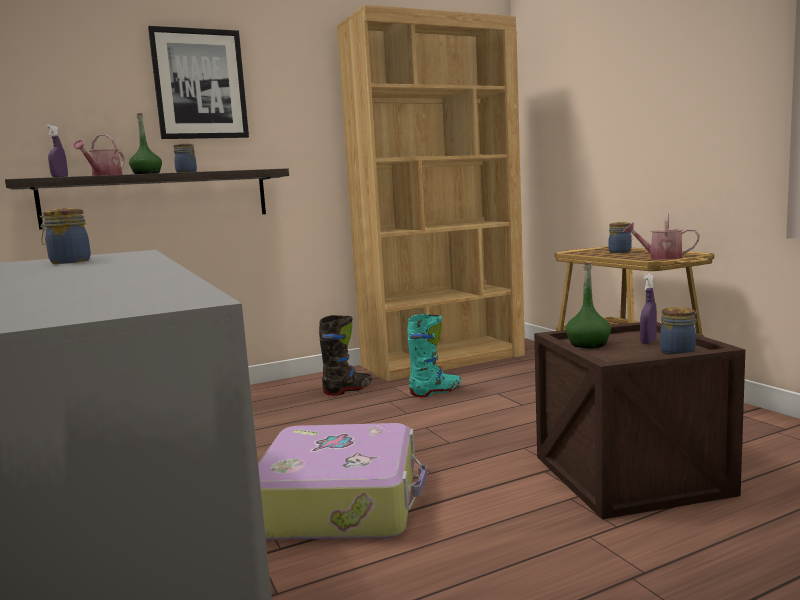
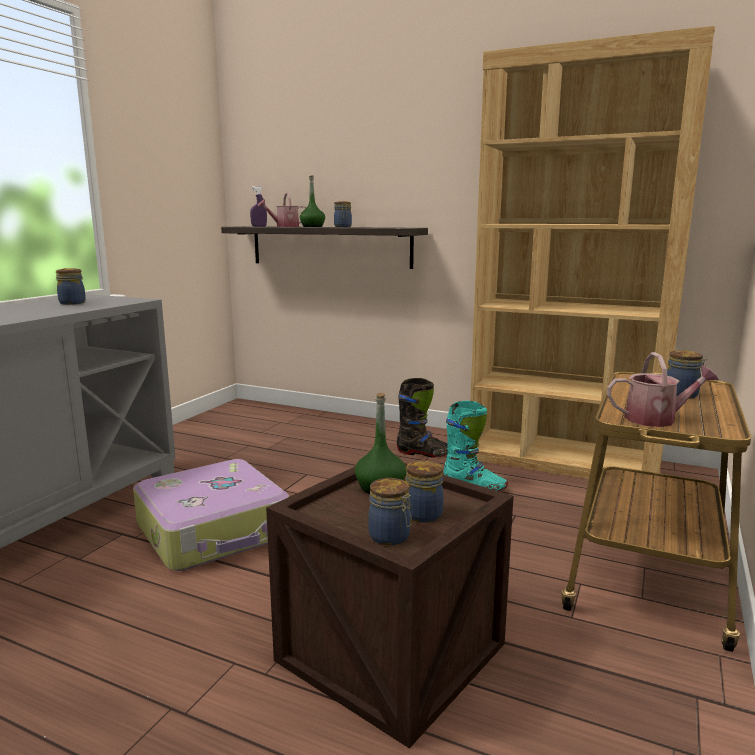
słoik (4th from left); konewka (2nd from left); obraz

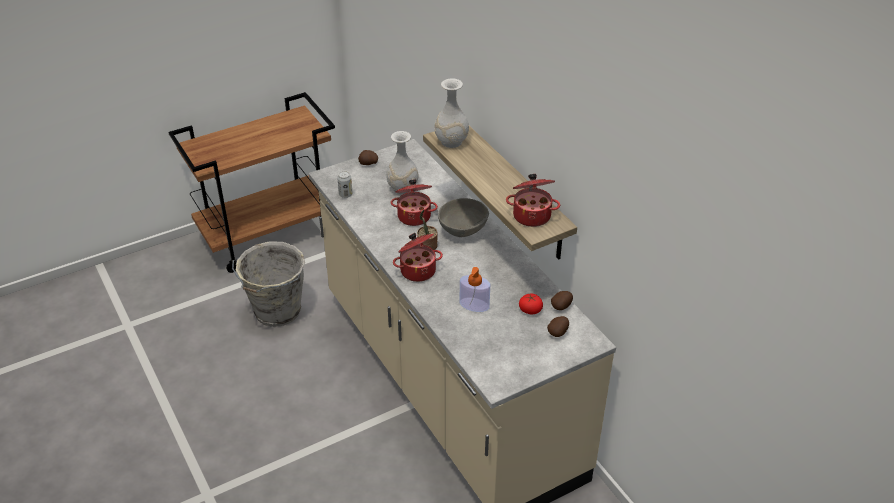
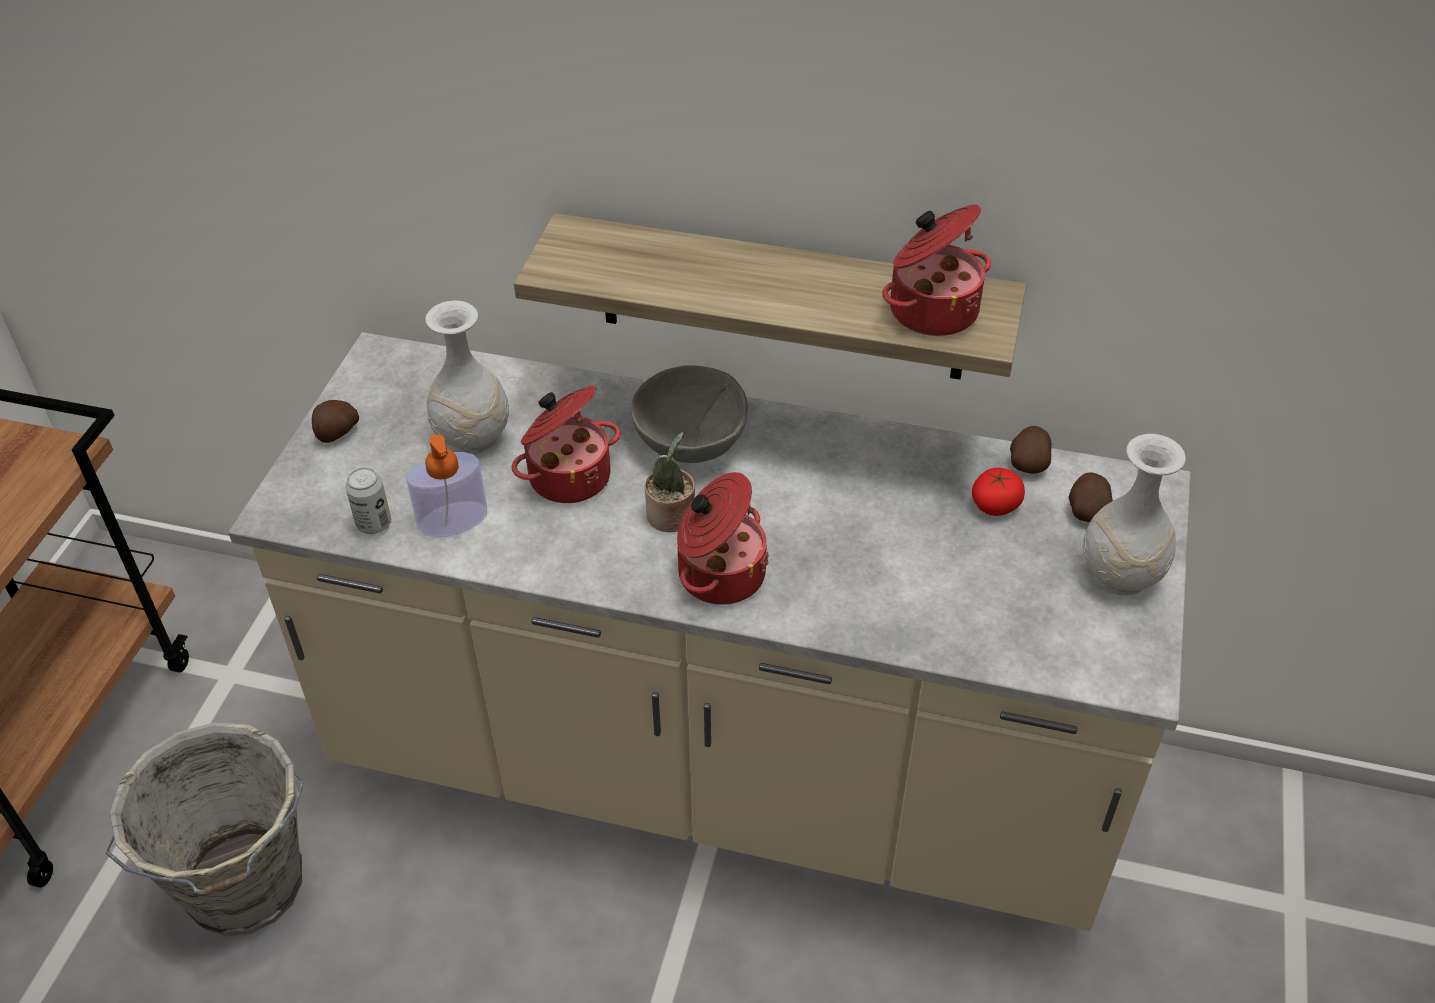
dozownik mydła; wazon (biały) (2nd from left)

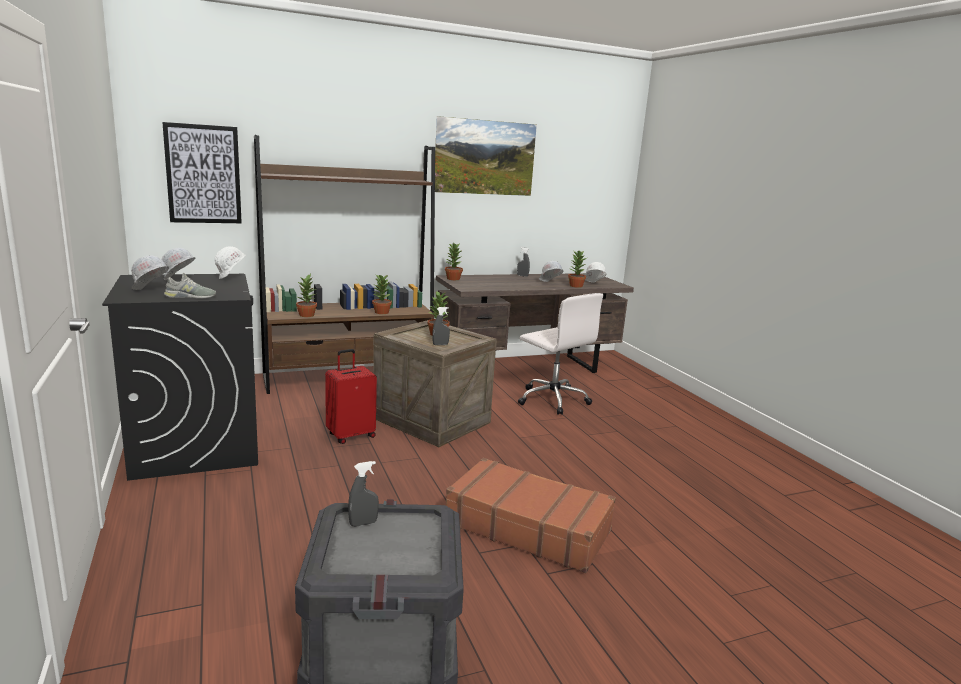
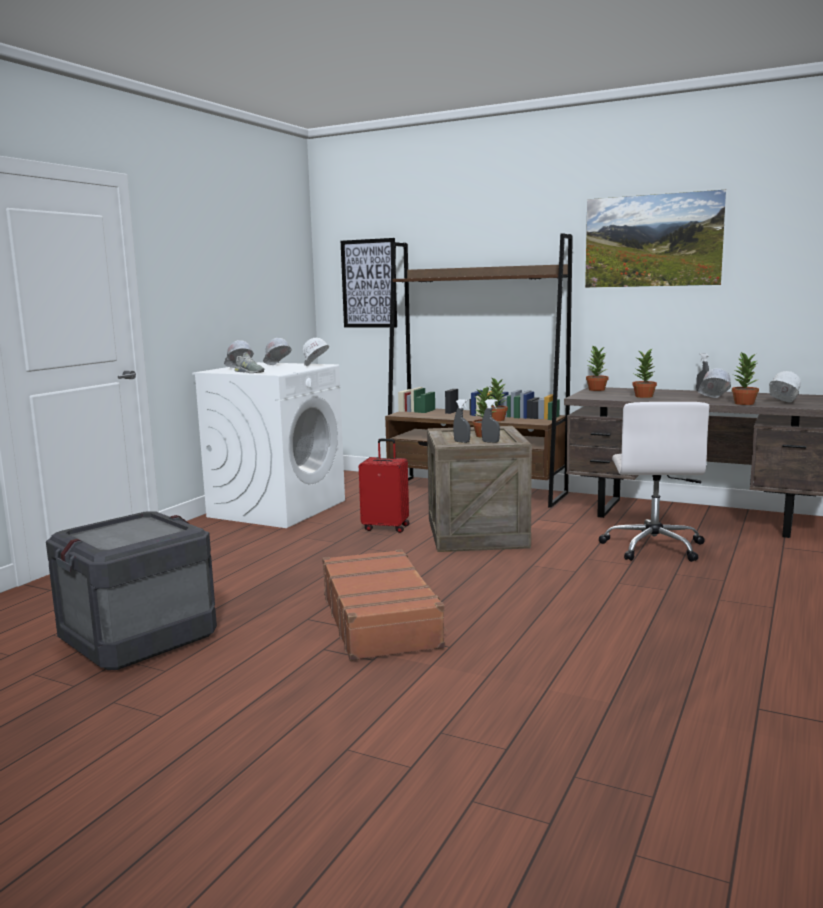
pralka (biały); spryskiwacz (szary) (2nd from left); roślina doniczkowa (4th from left)

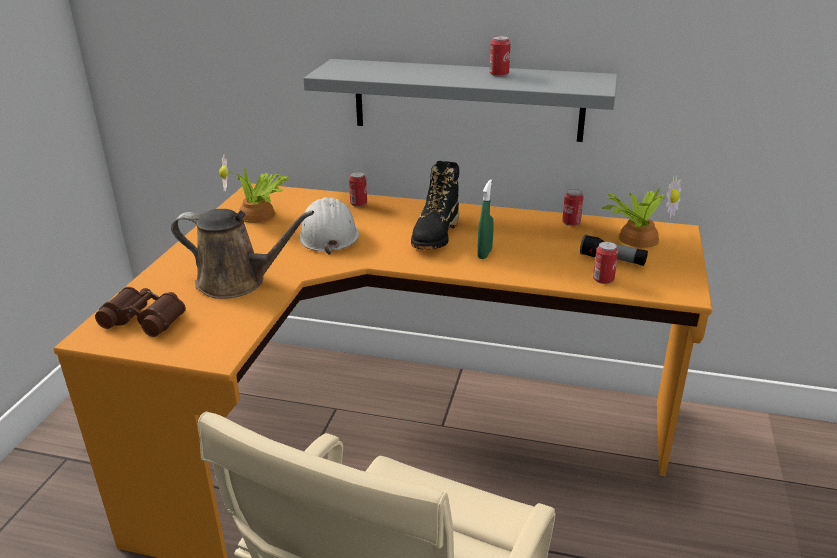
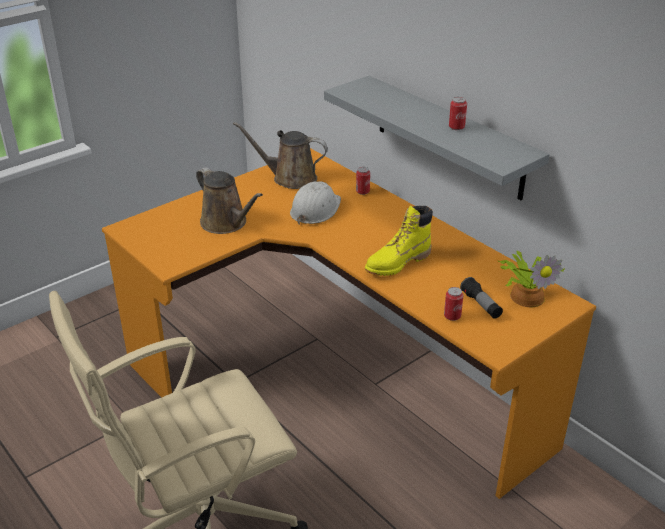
konewka (brązowy) (2nd from left); but z cholewką (żółty); lornetka (brązowy); but z cholewką (czarny); puszka (3rd from left in the first image)

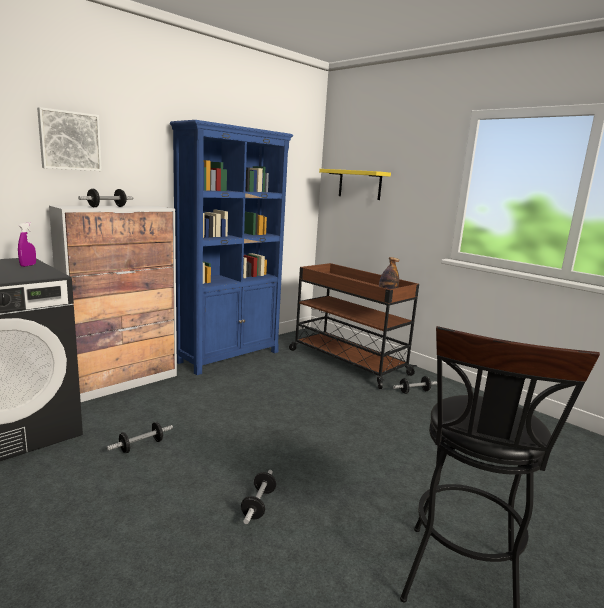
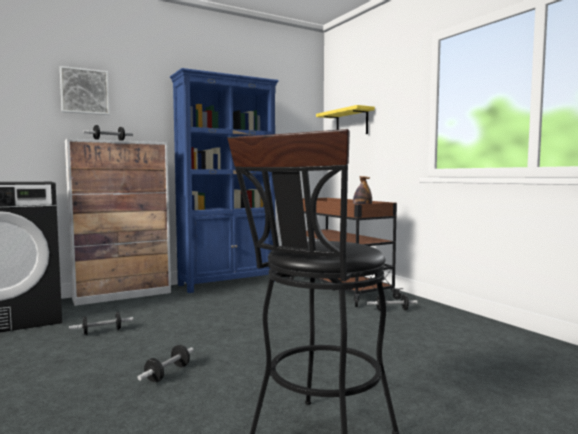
spryskiwacz (fioletowy)

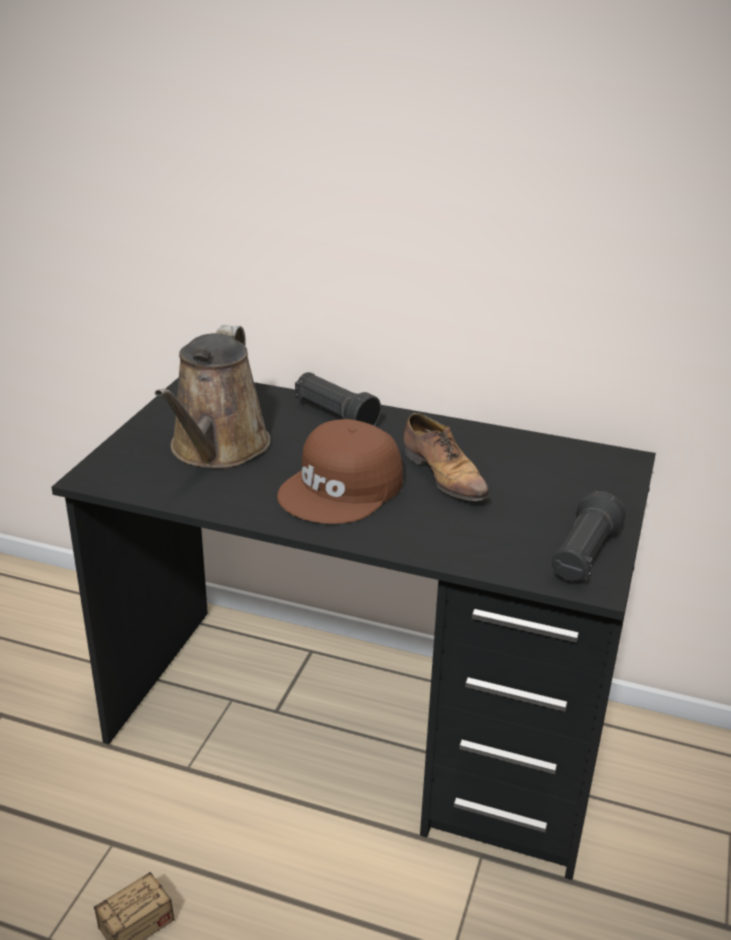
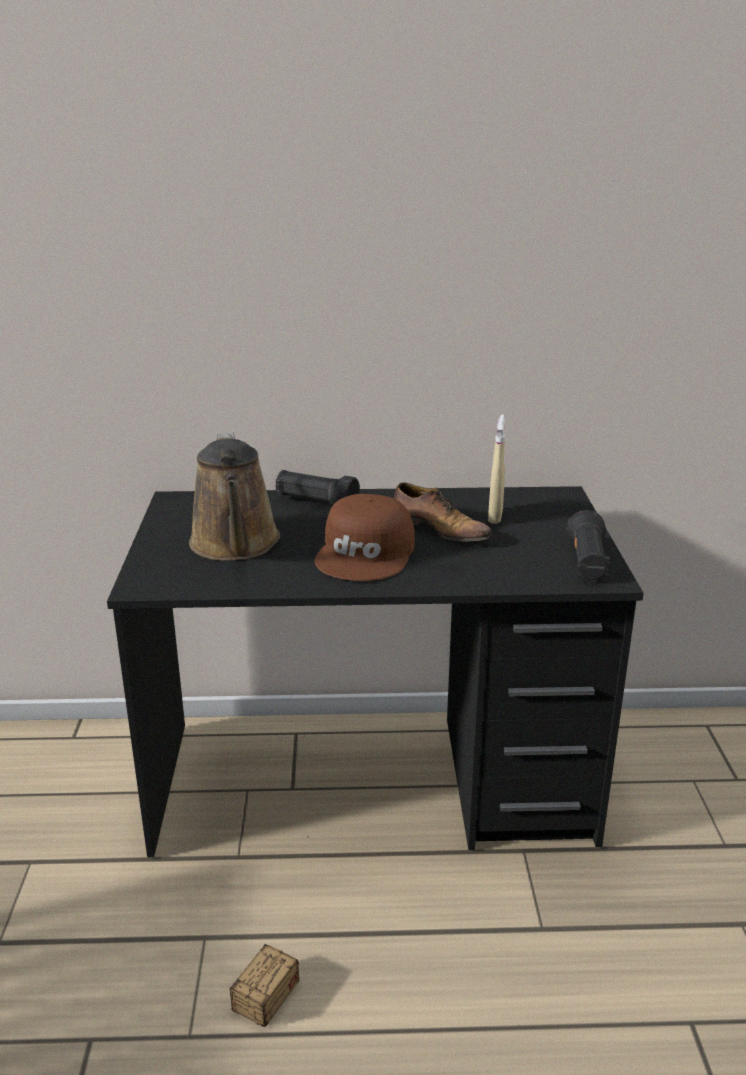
spryskiwacz (beżowy)

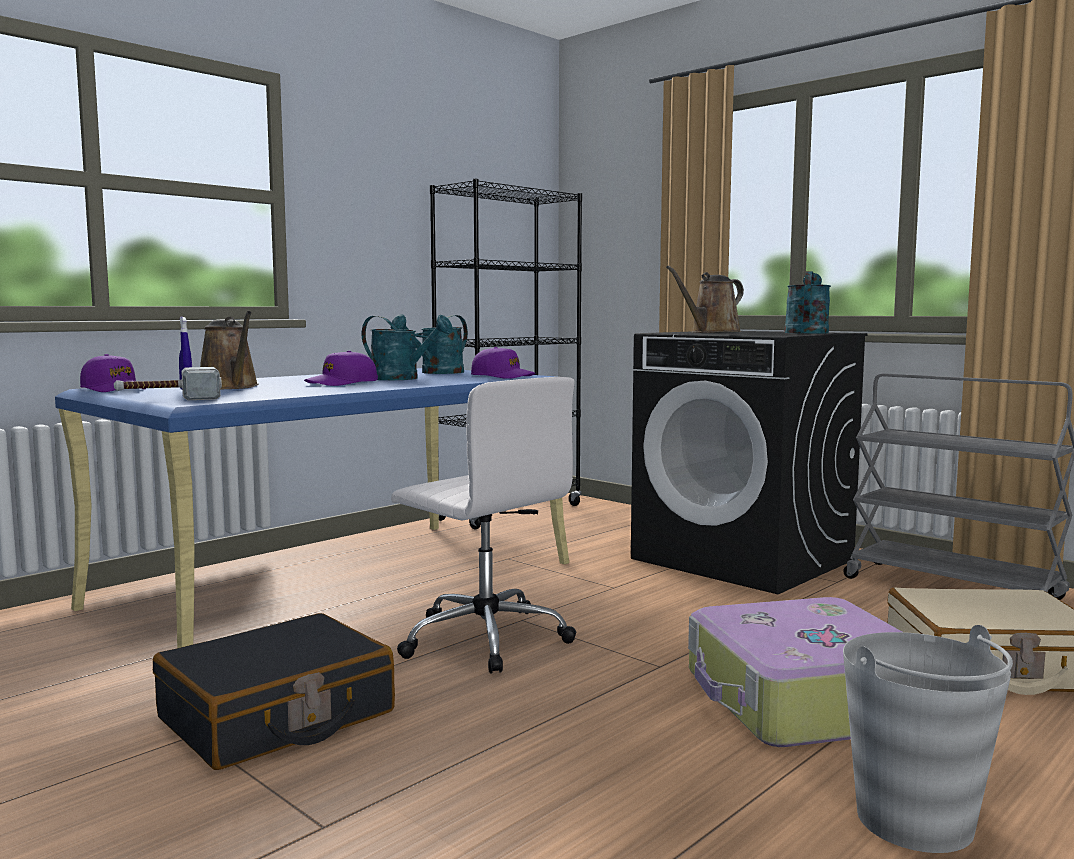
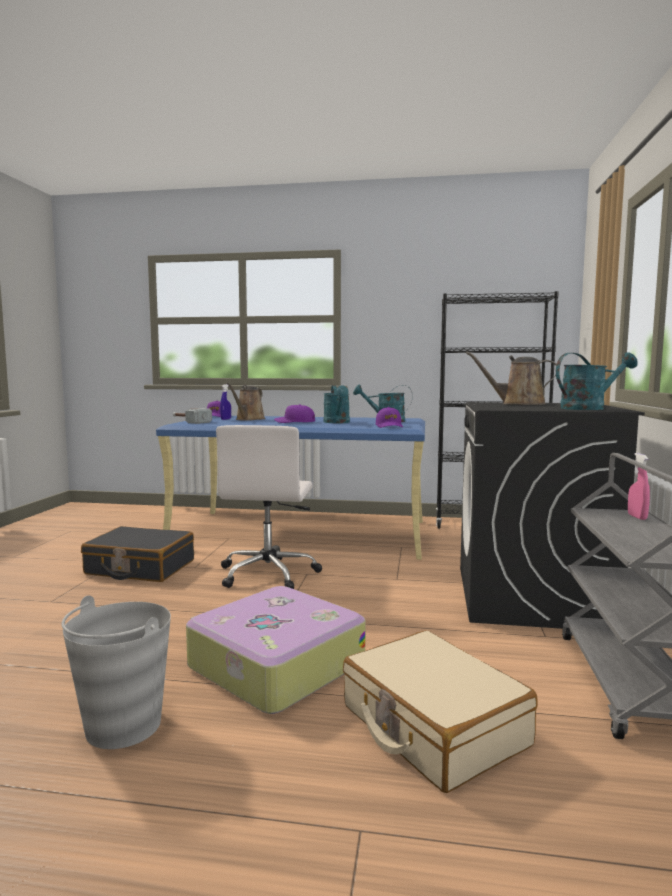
spryskiwacz (różowy)

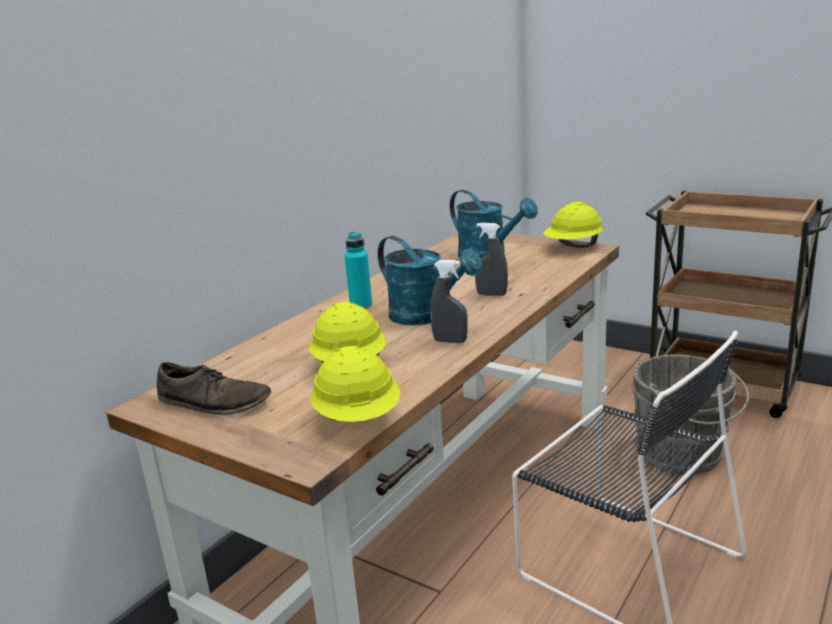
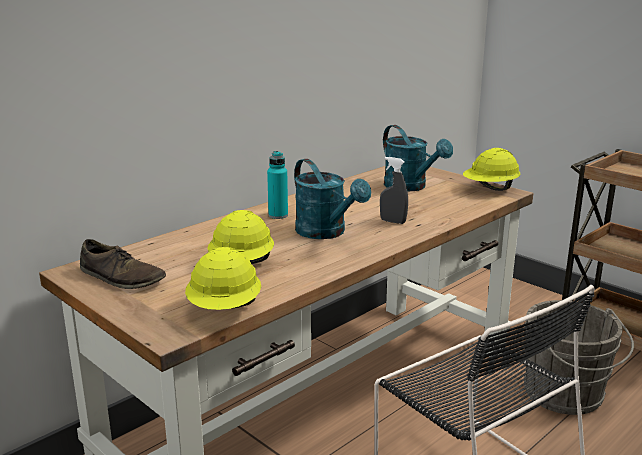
spryskiwacz (szary) (1st from left in the first image)

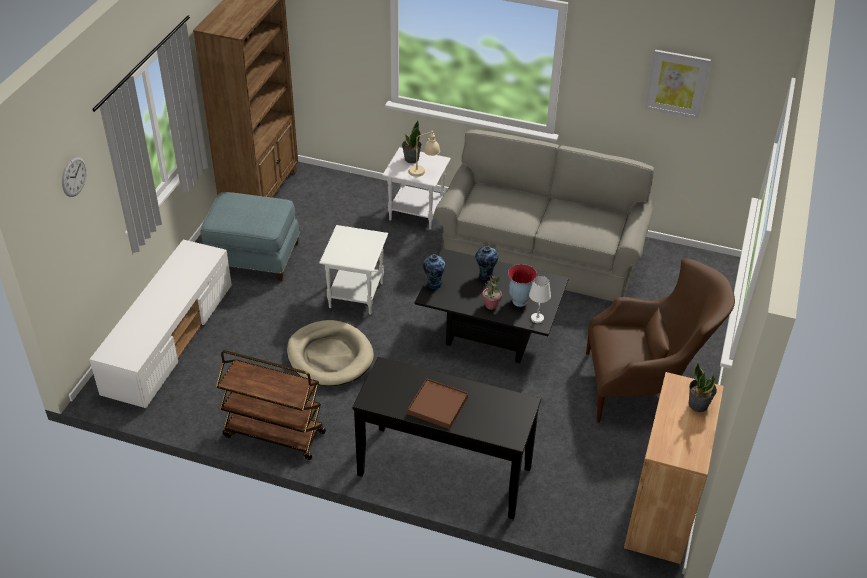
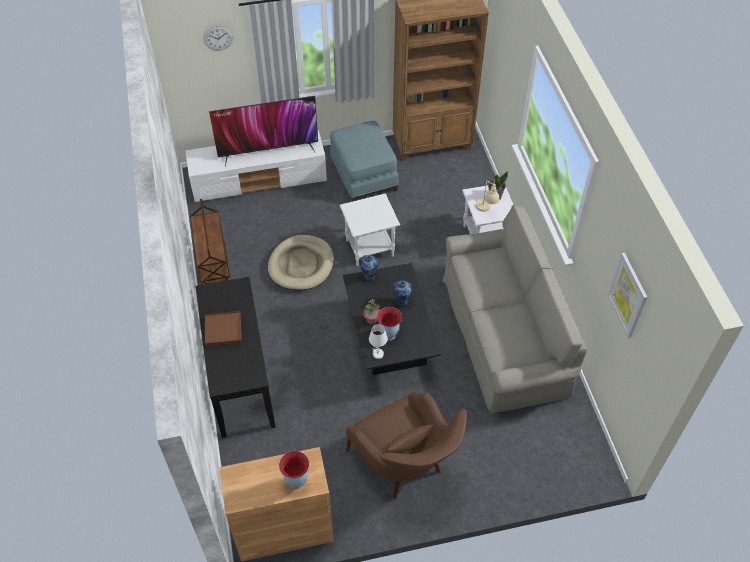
telewizor; wazon (1st from left)

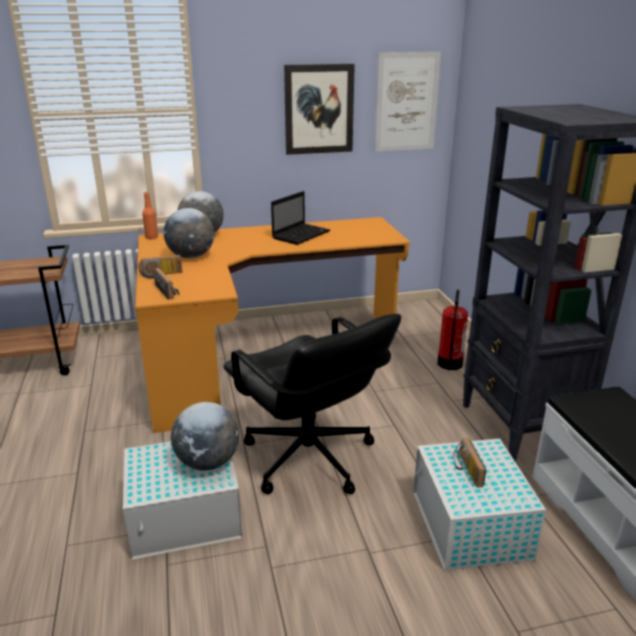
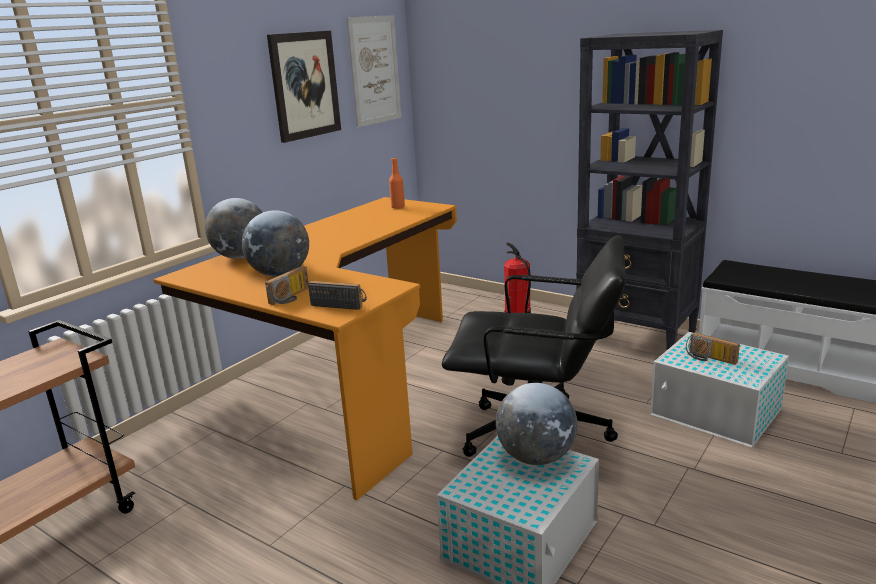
butelka (pomarańczowy); laptop

